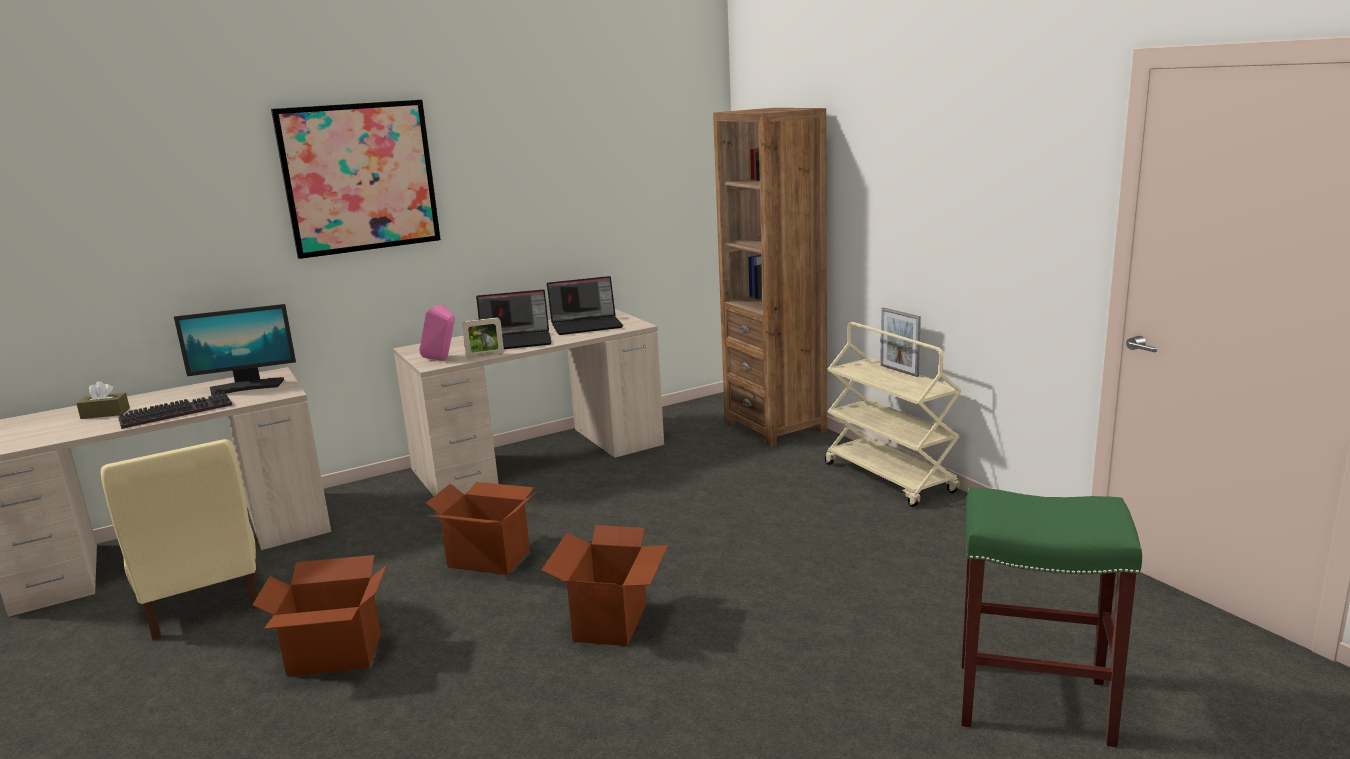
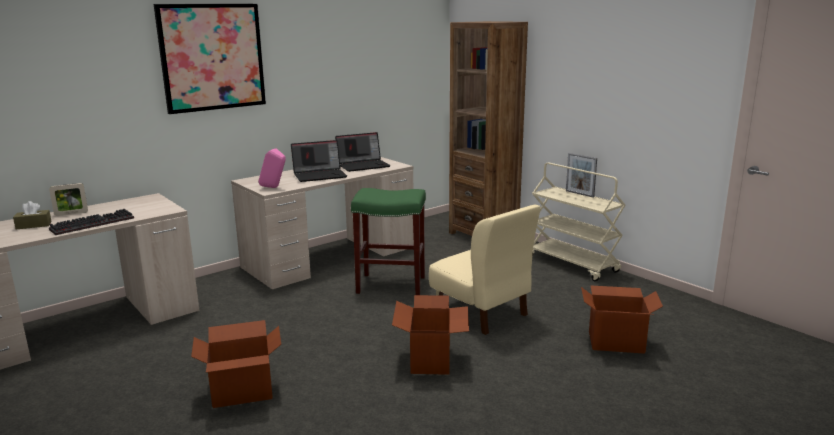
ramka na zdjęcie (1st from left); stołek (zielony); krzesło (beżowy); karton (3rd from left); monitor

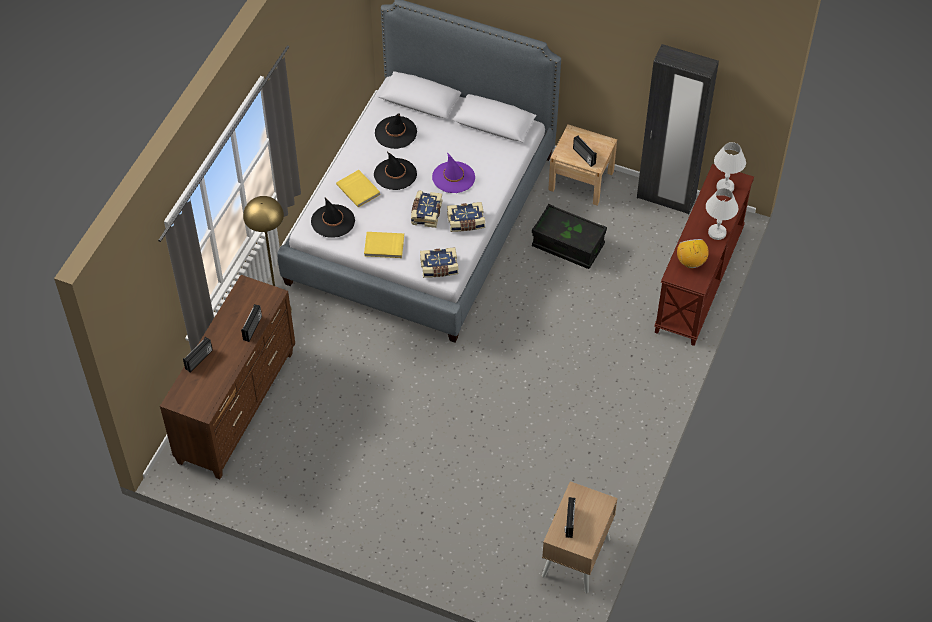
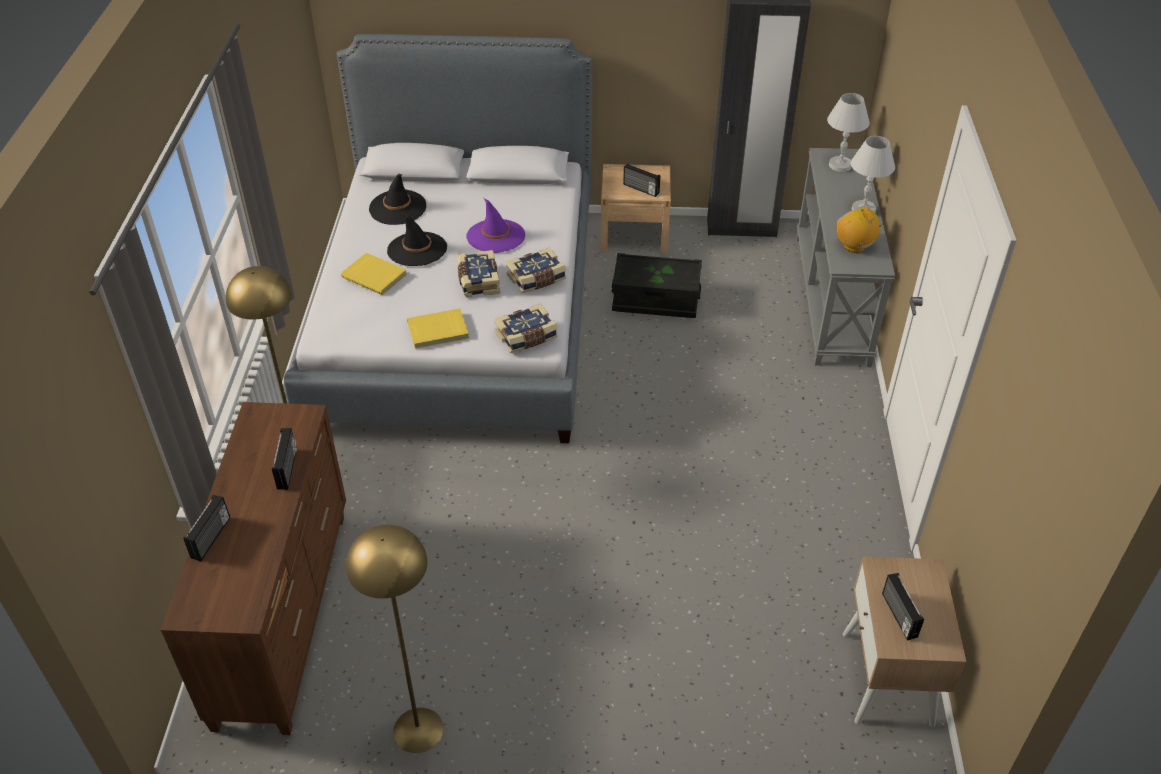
lampa stojąca (żółty) (2nd from left); stolik konsolowy (szary); kapelusz (czarny) (1st from left in the first image)

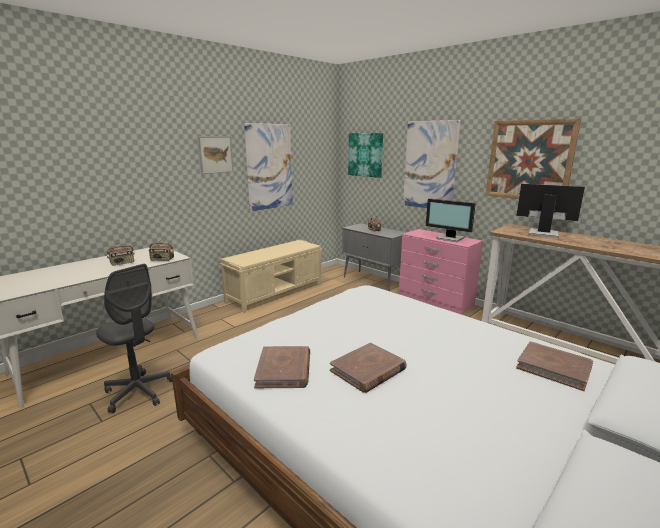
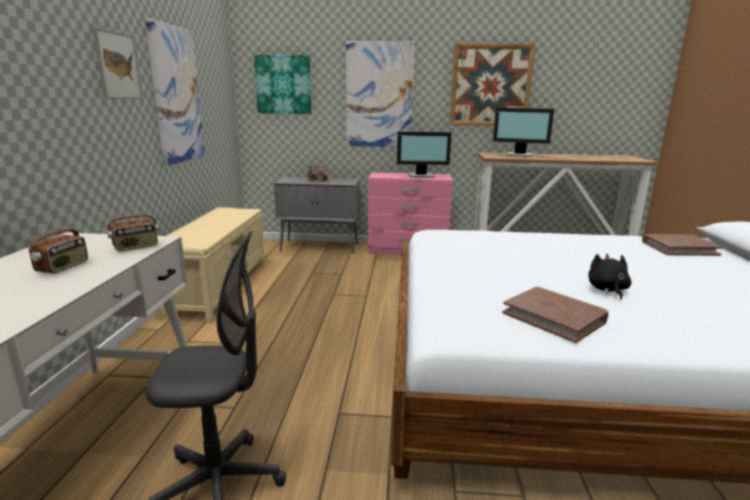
monitor (2nd from left); pluszak (czarny)

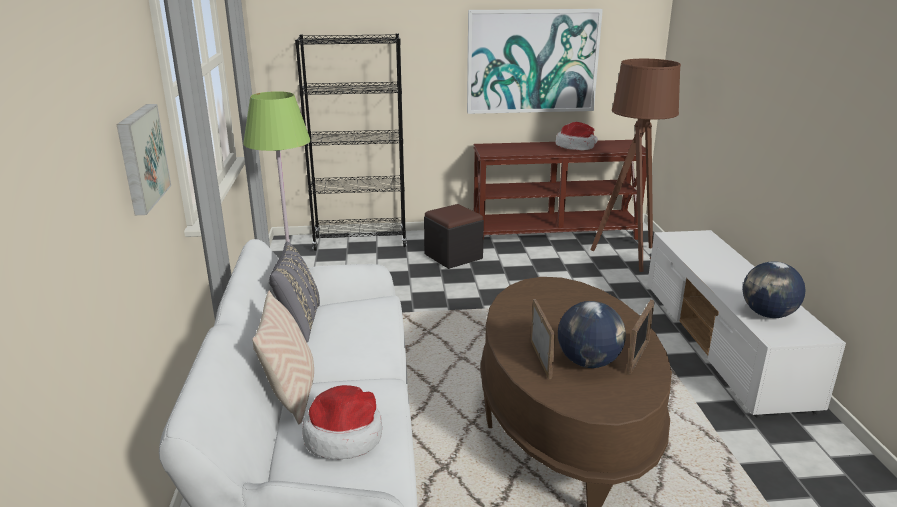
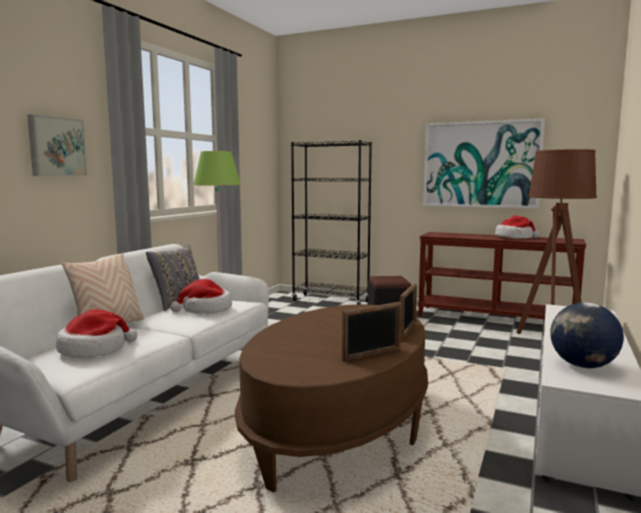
kapelusz (2nd from left); ramka na zdjęcie (2nd from left); globus (1st from left in the first image)

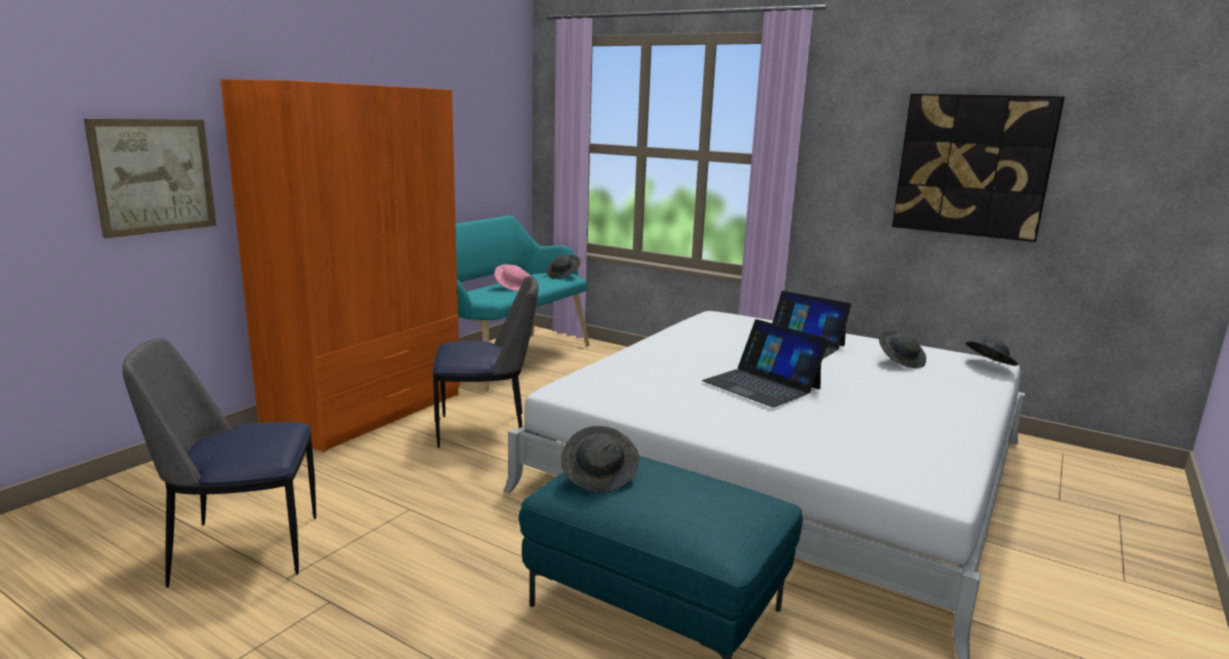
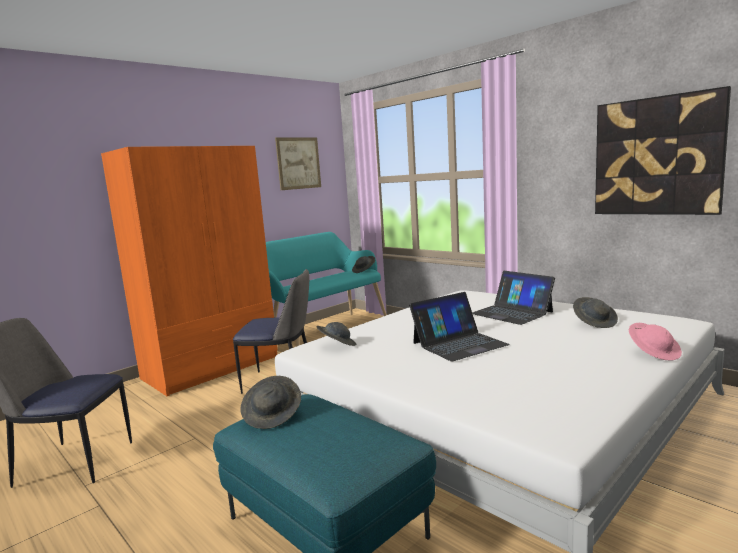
obraz (1st from left); kapelusz (szary) (2nd from left); laptop (1st from left); kapelusz (różowy)

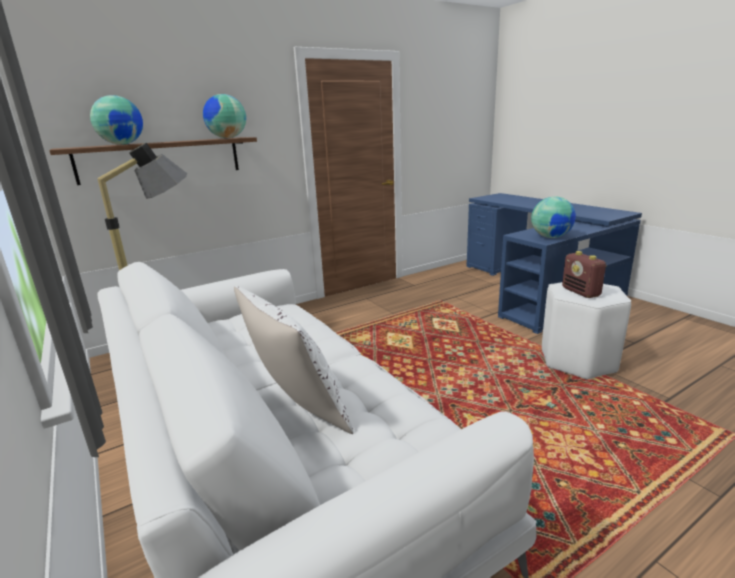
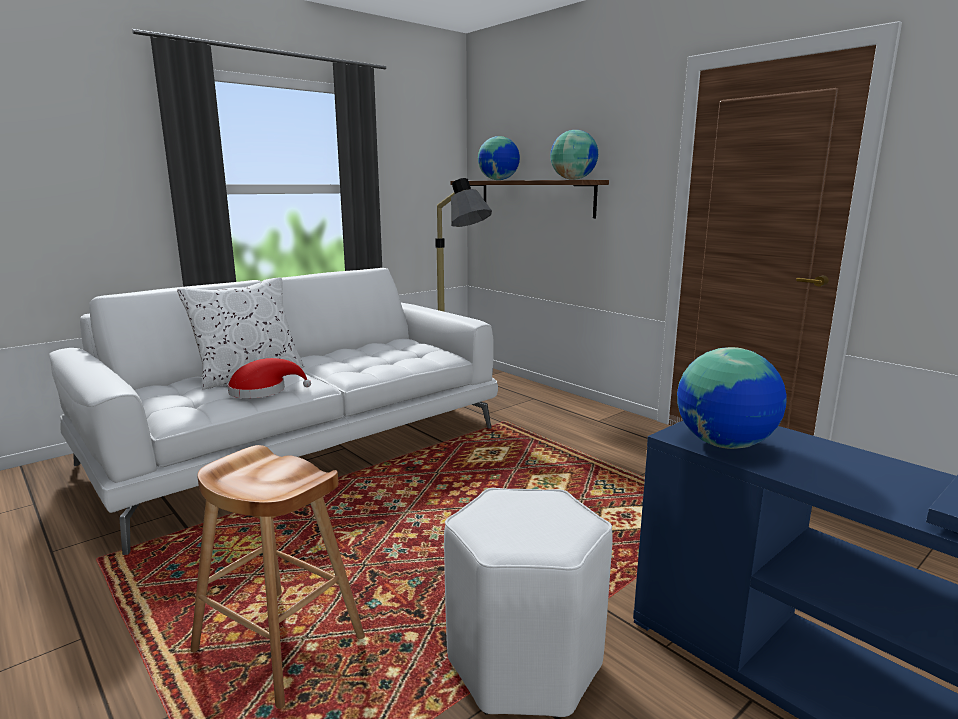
stołek (brązowy); kapelusz (czerwony); radio

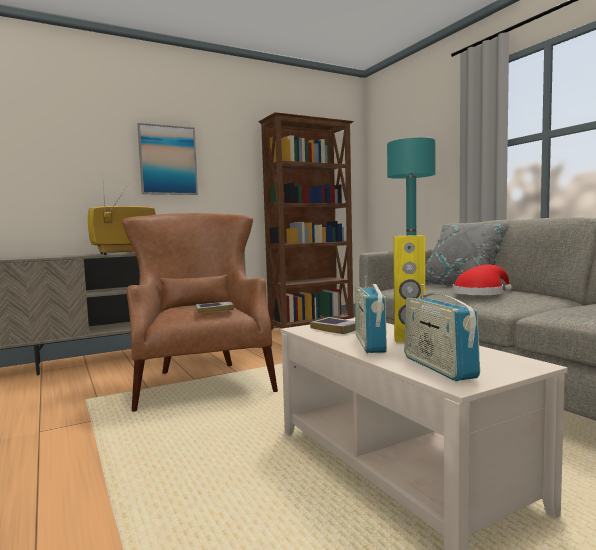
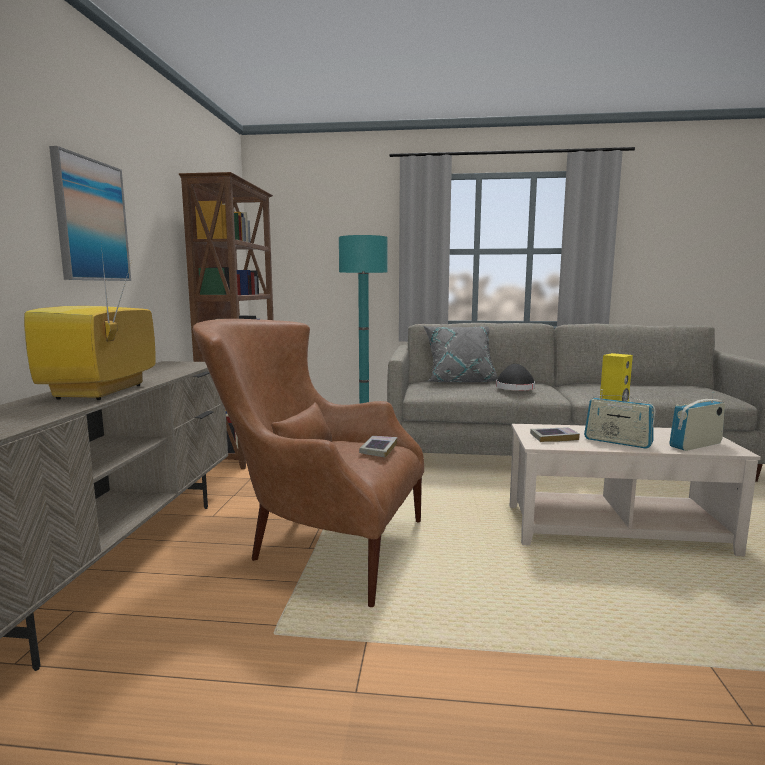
kapelusz (czarny); radio (2nd from left)

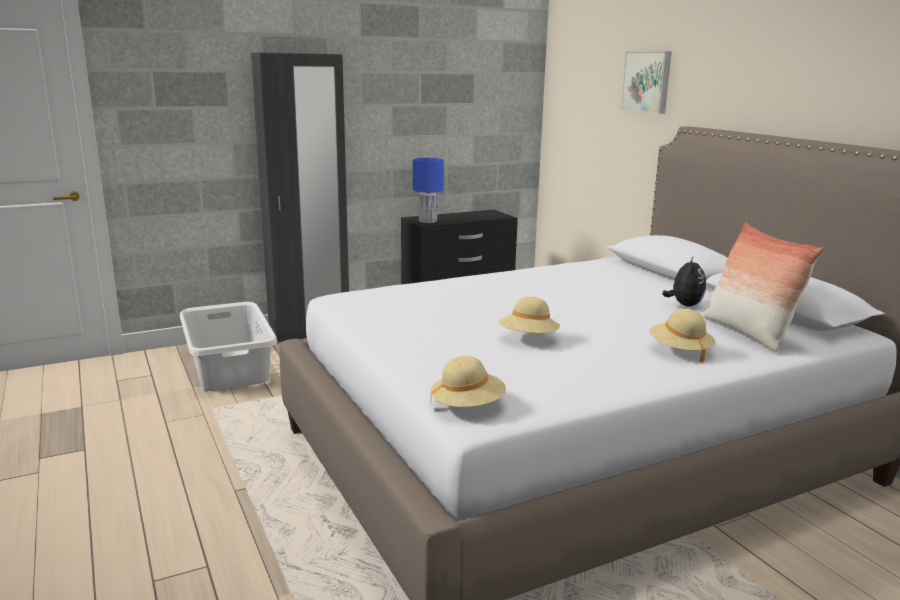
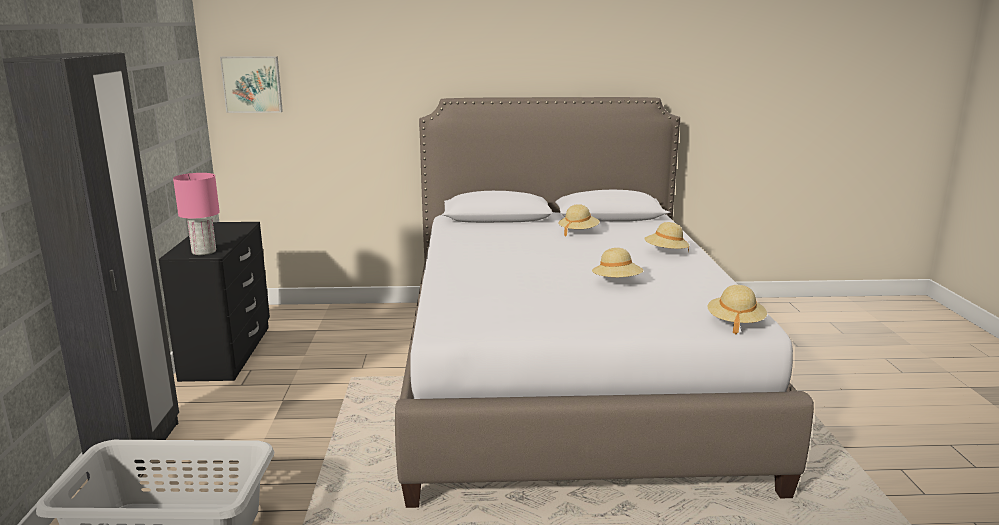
lampa stołowa (różowy); obraz; kapelusz (beżowy) (1st from left); poduszka

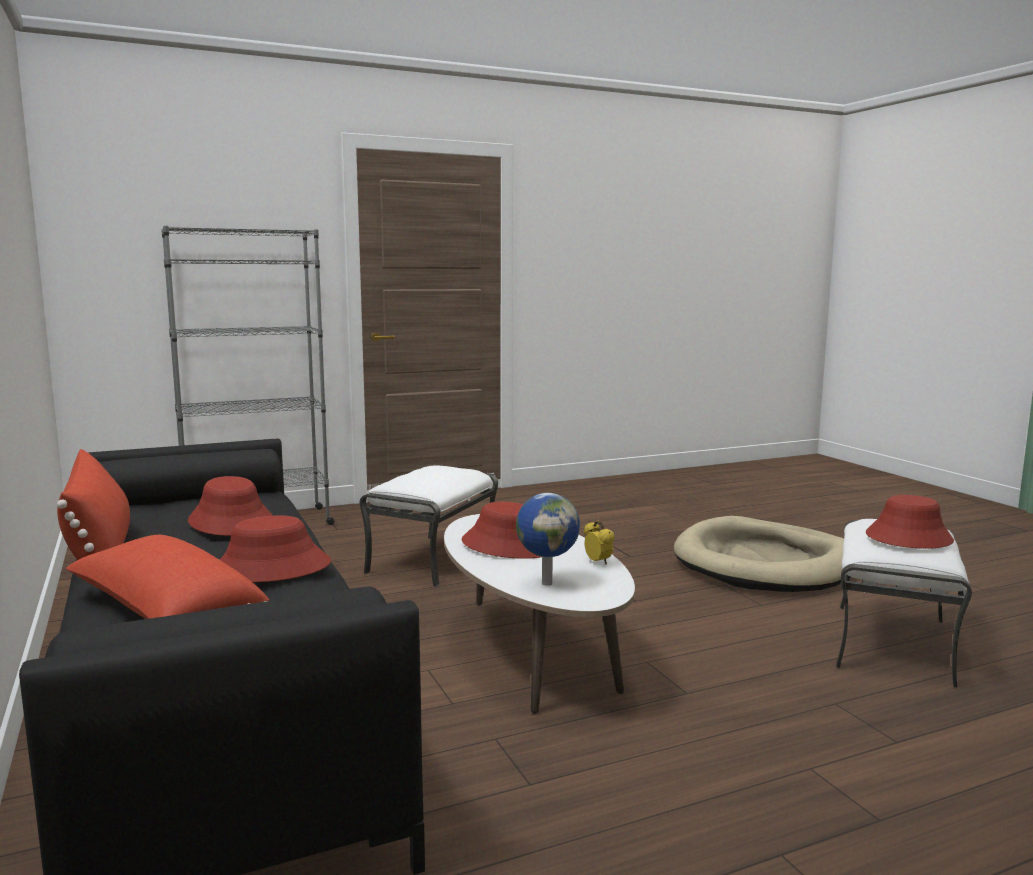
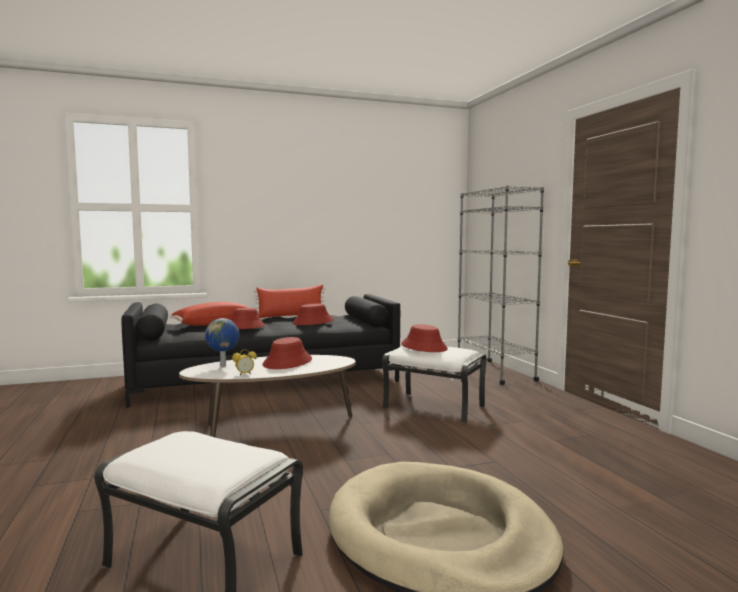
kapelusz (czerwony) (4th from left)

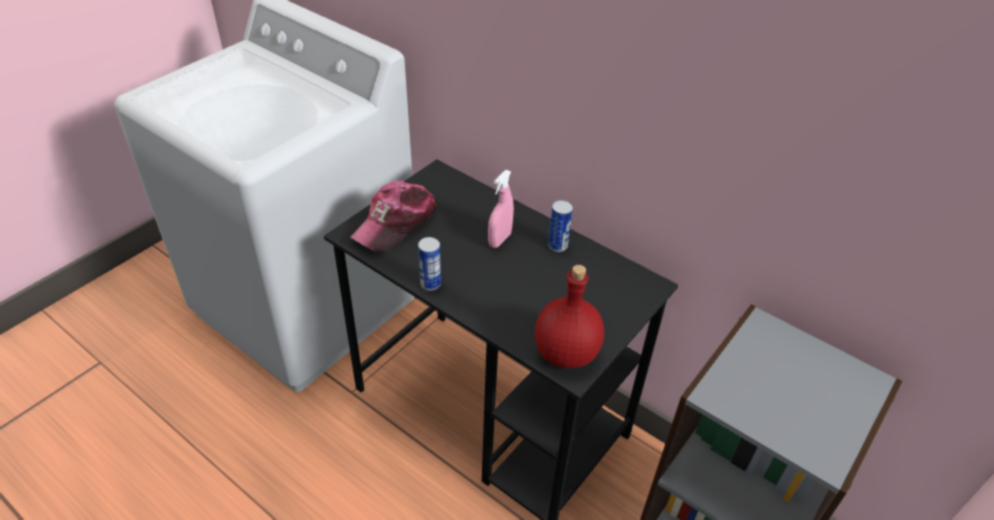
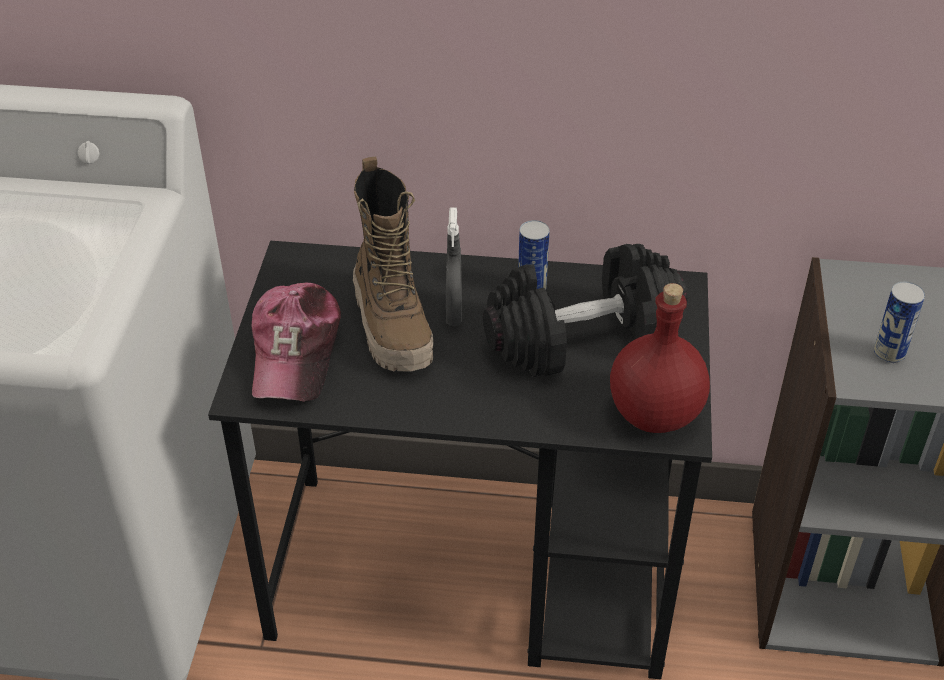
but z cholewką; spryskiwacz (szary); hantel (czarny); puszka (2nd from left)

